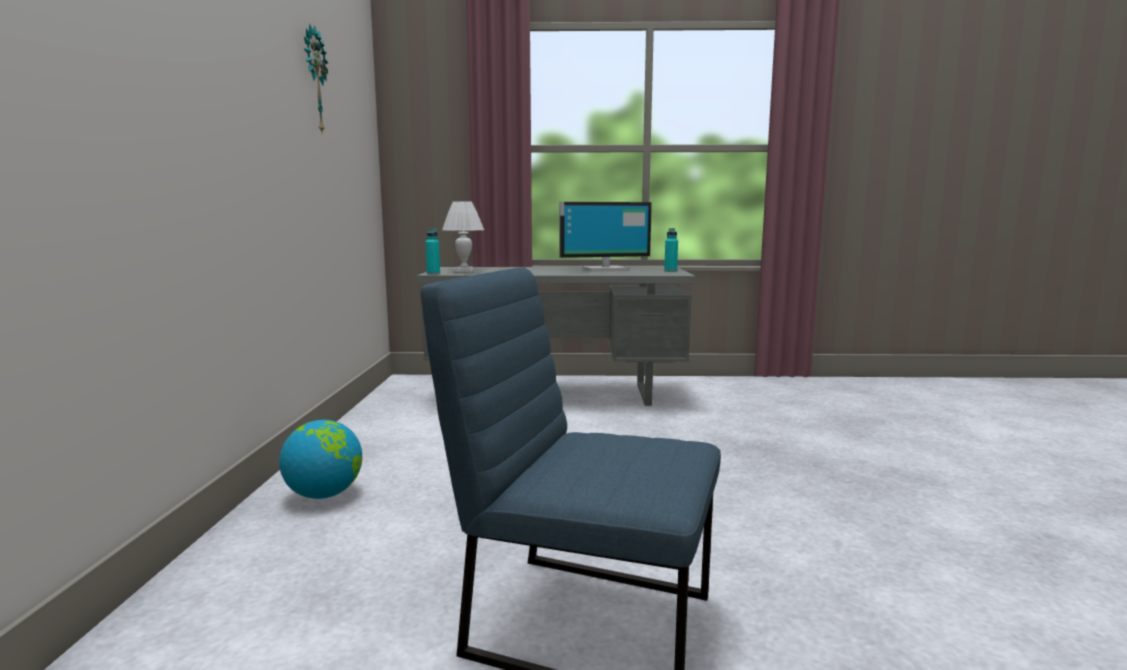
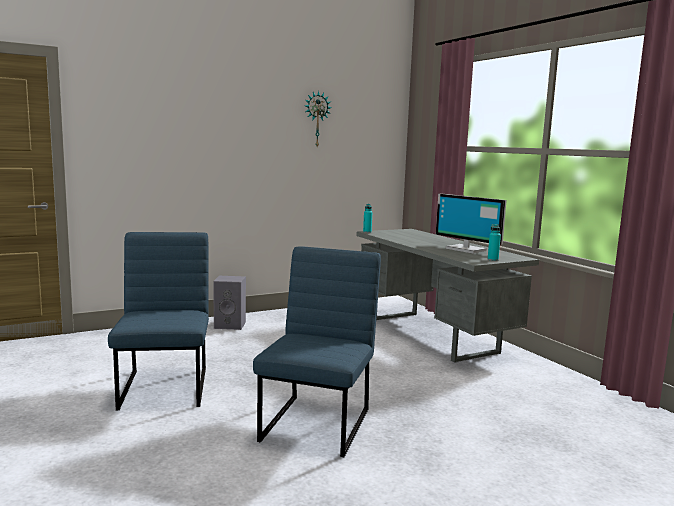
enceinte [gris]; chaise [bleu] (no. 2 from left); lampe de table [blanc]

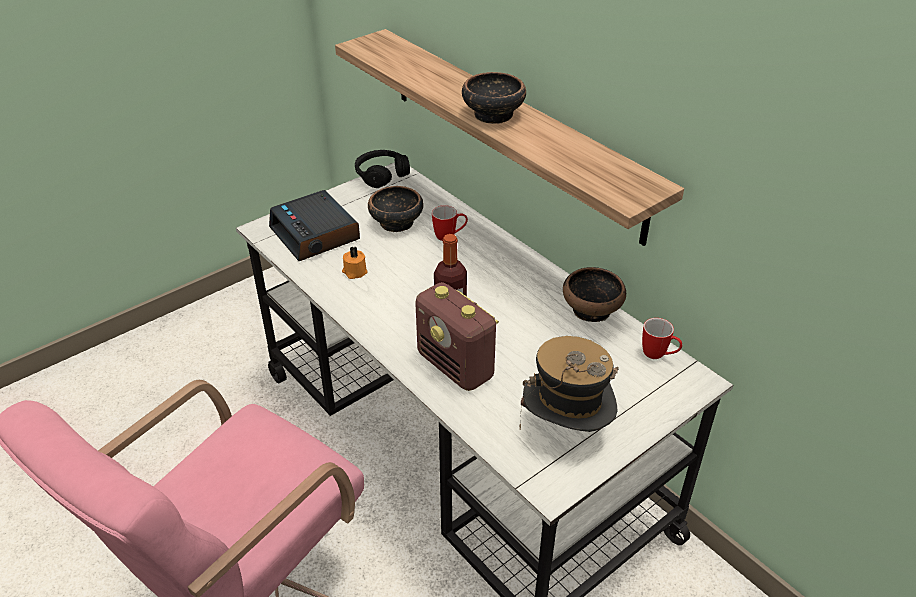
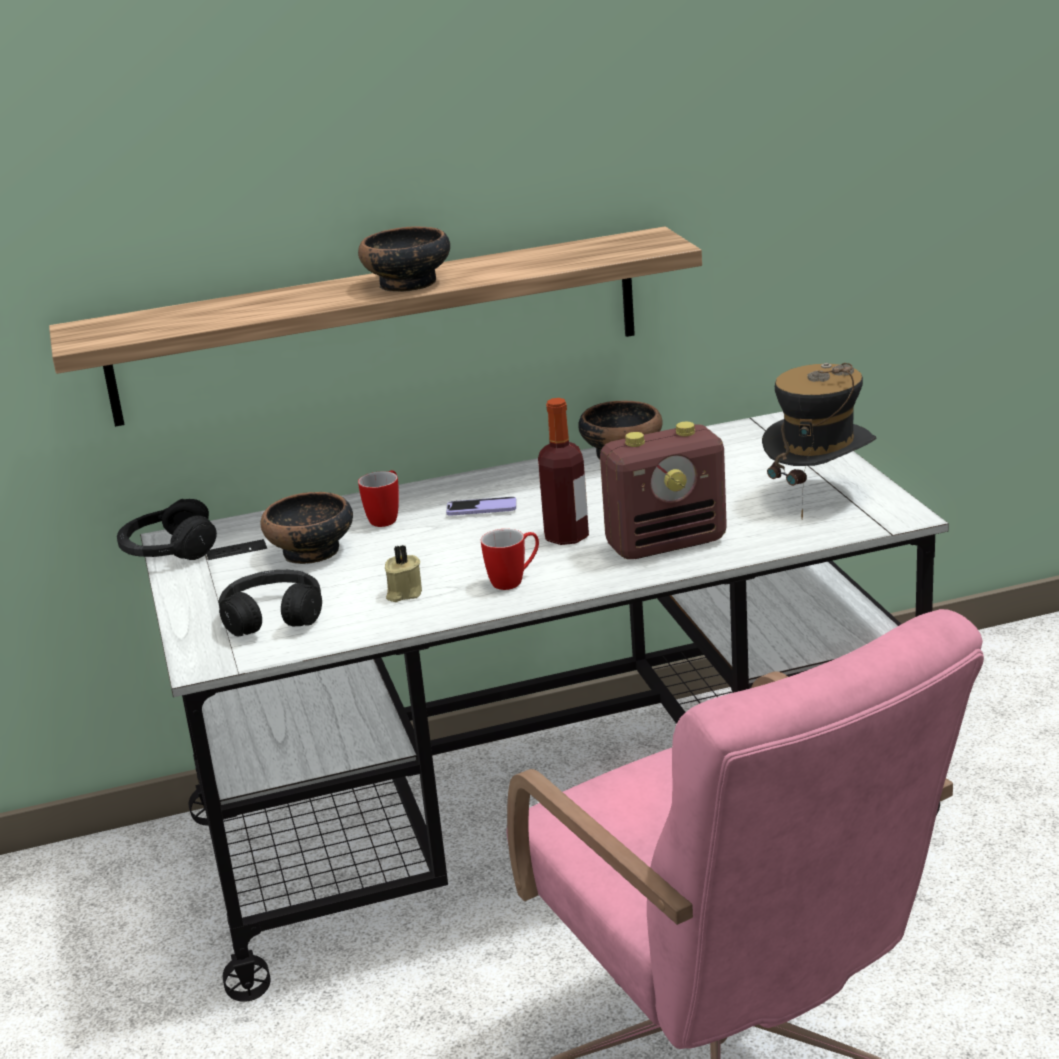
casque audio [noir] (no. 2 from left); bougie [beige]; téléphone; mug (no. 2 from left)

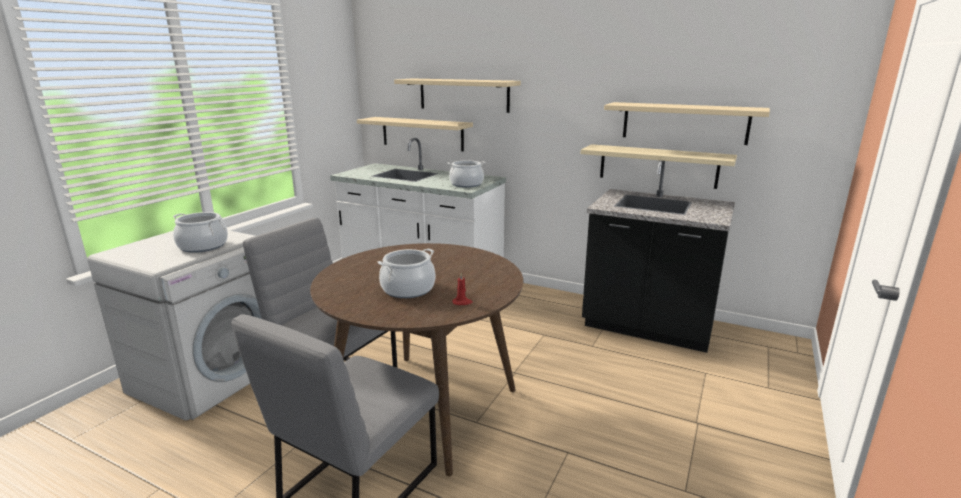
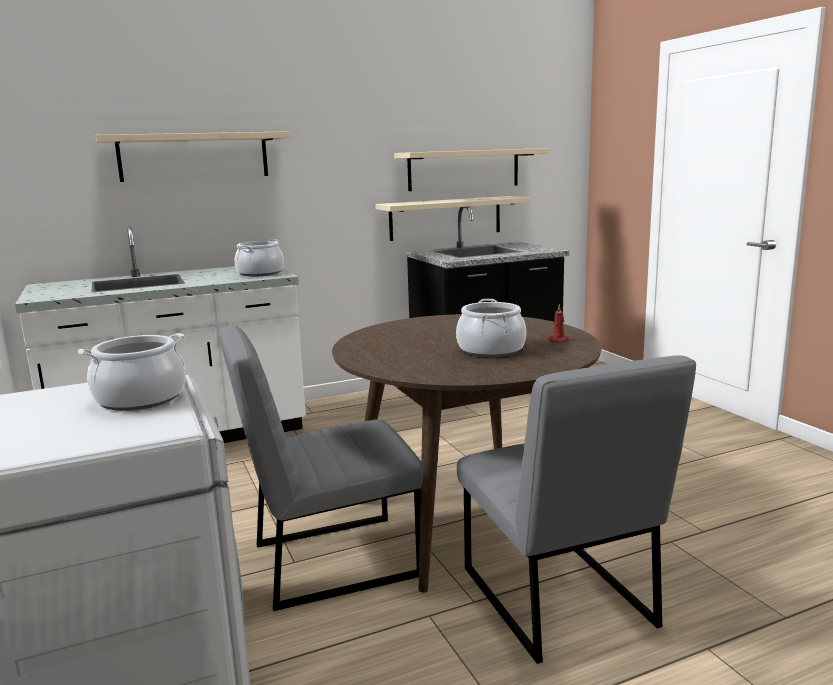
étagère [beige] (no. 1 from left in the first image)

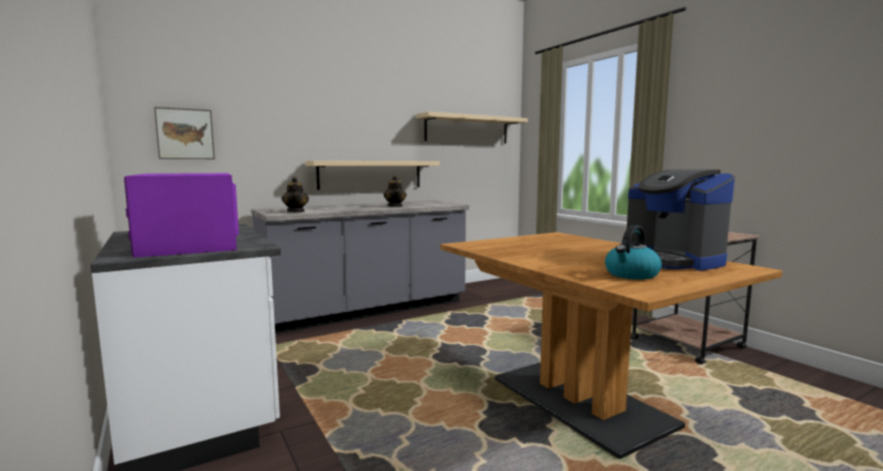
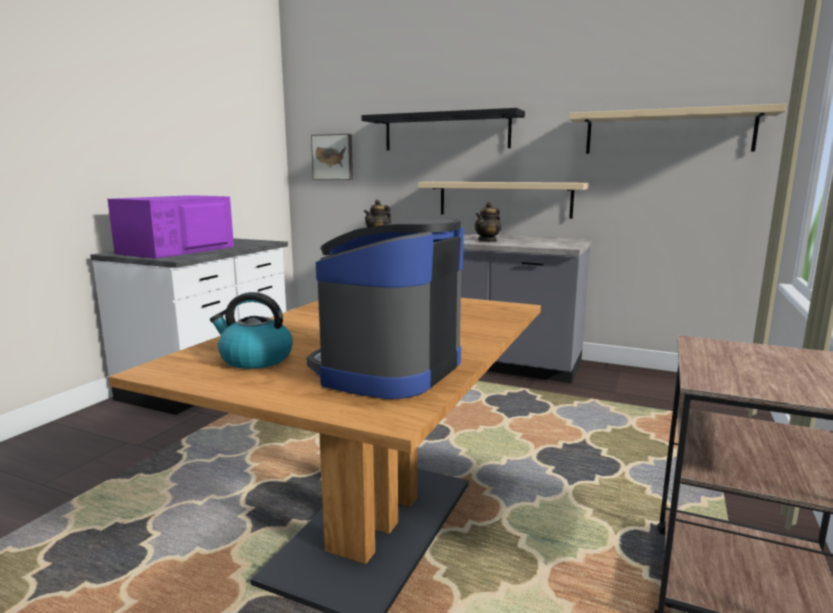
étagère [noir]

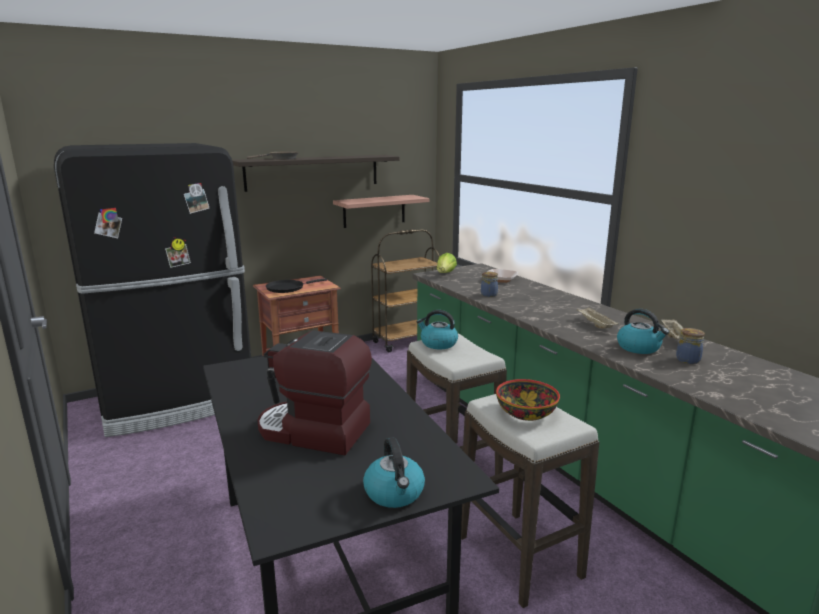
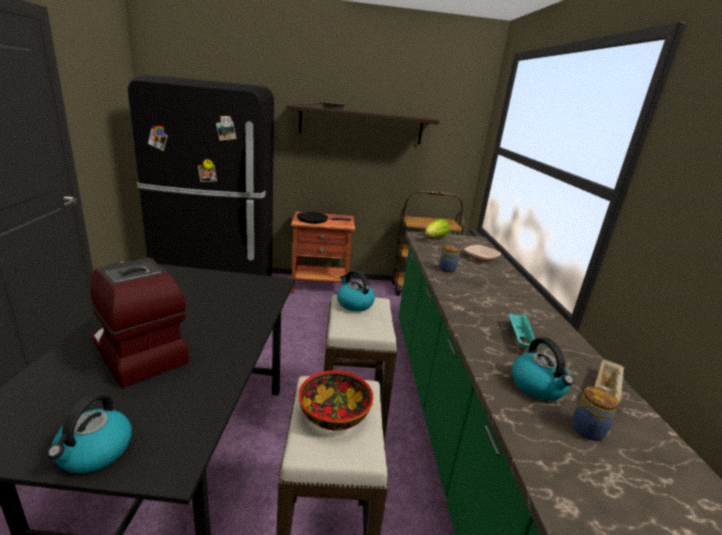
plateau [turquoise]; étagère (no. 2 from left in the first image)

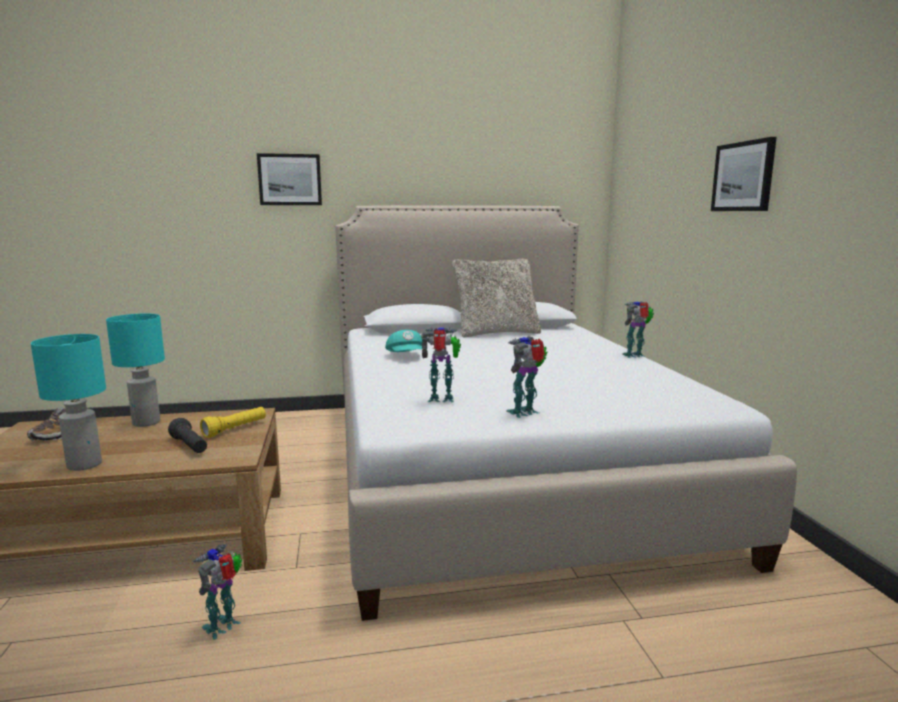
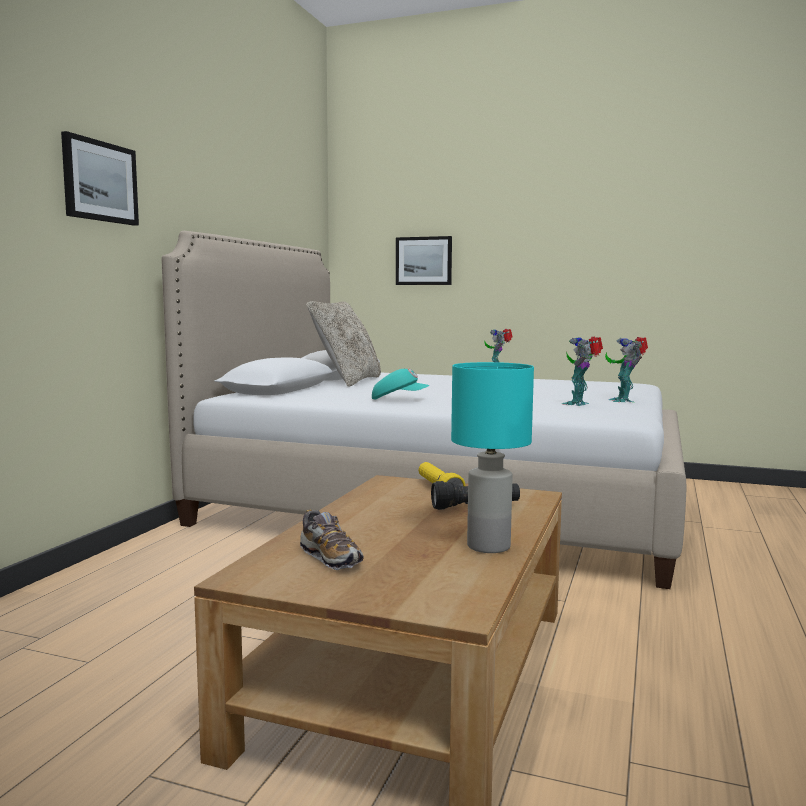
tableau (no. 2 from left); lampe de table [turquoise] (no. 2 from left in the first image); robot jouet (no. 1 from left in the first image)

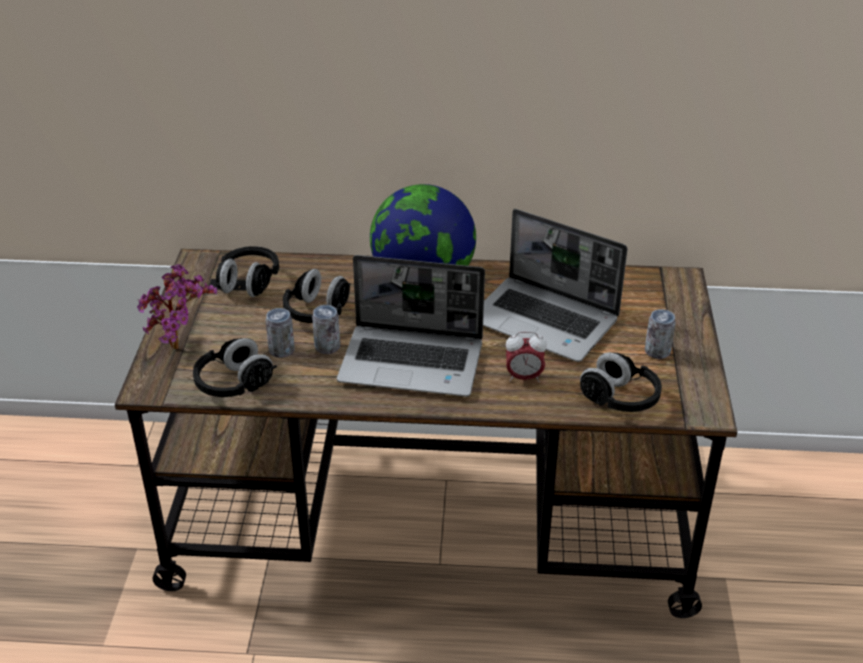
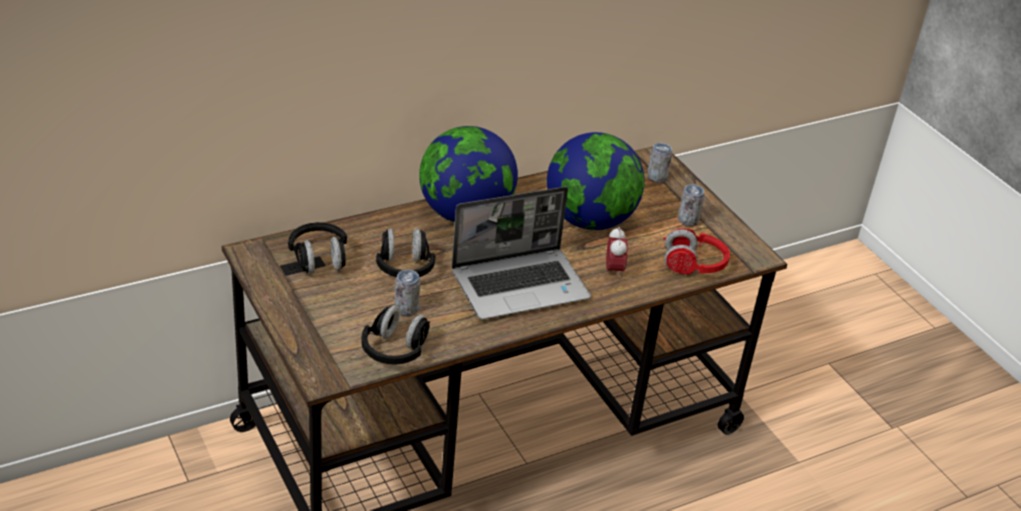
globe (no. 2 from left); réveil; boîte métallique (no. 2 from left); casque audio [rouge]; plante en pot

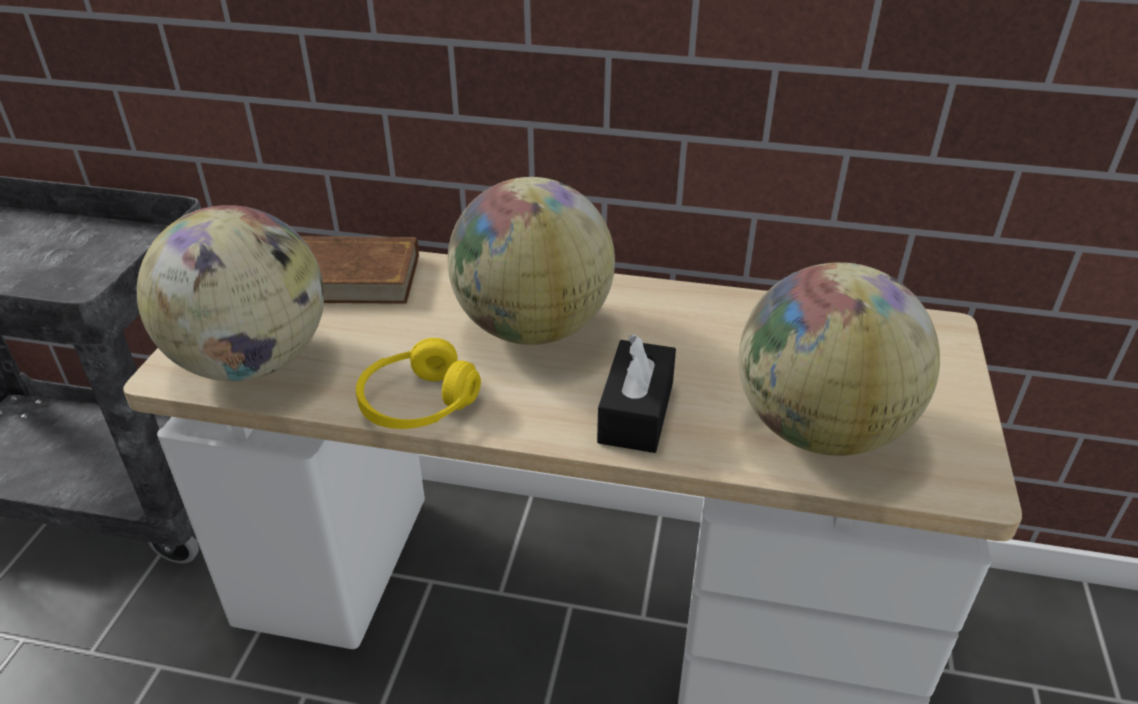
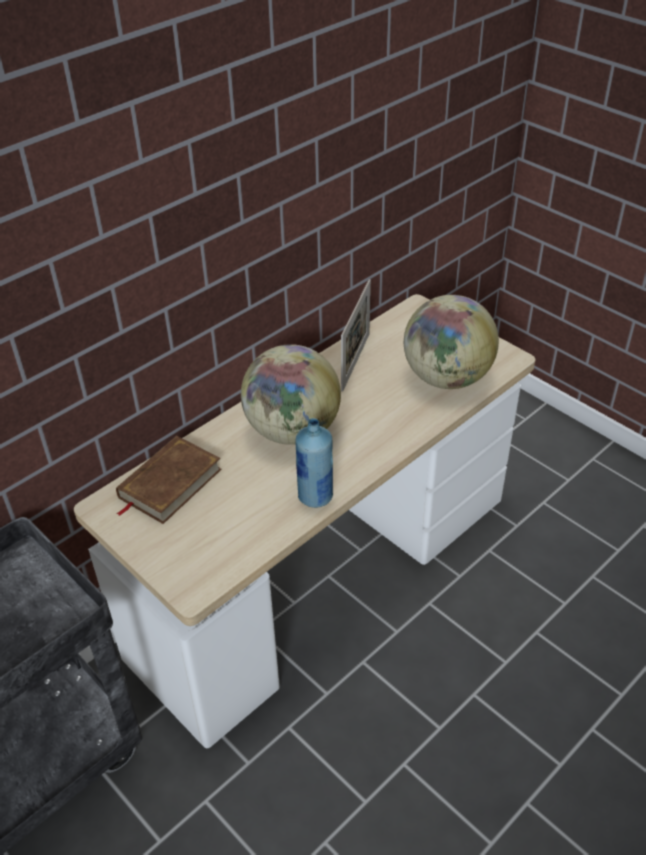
bouteille [bleu]; cadre photo; globe (no. 1 from left in the first image); boîte à mouchoirs [noir]

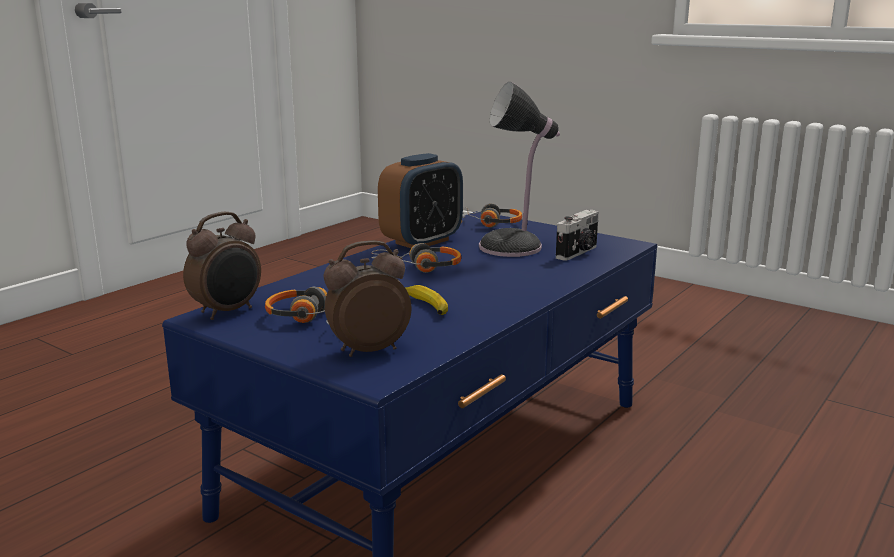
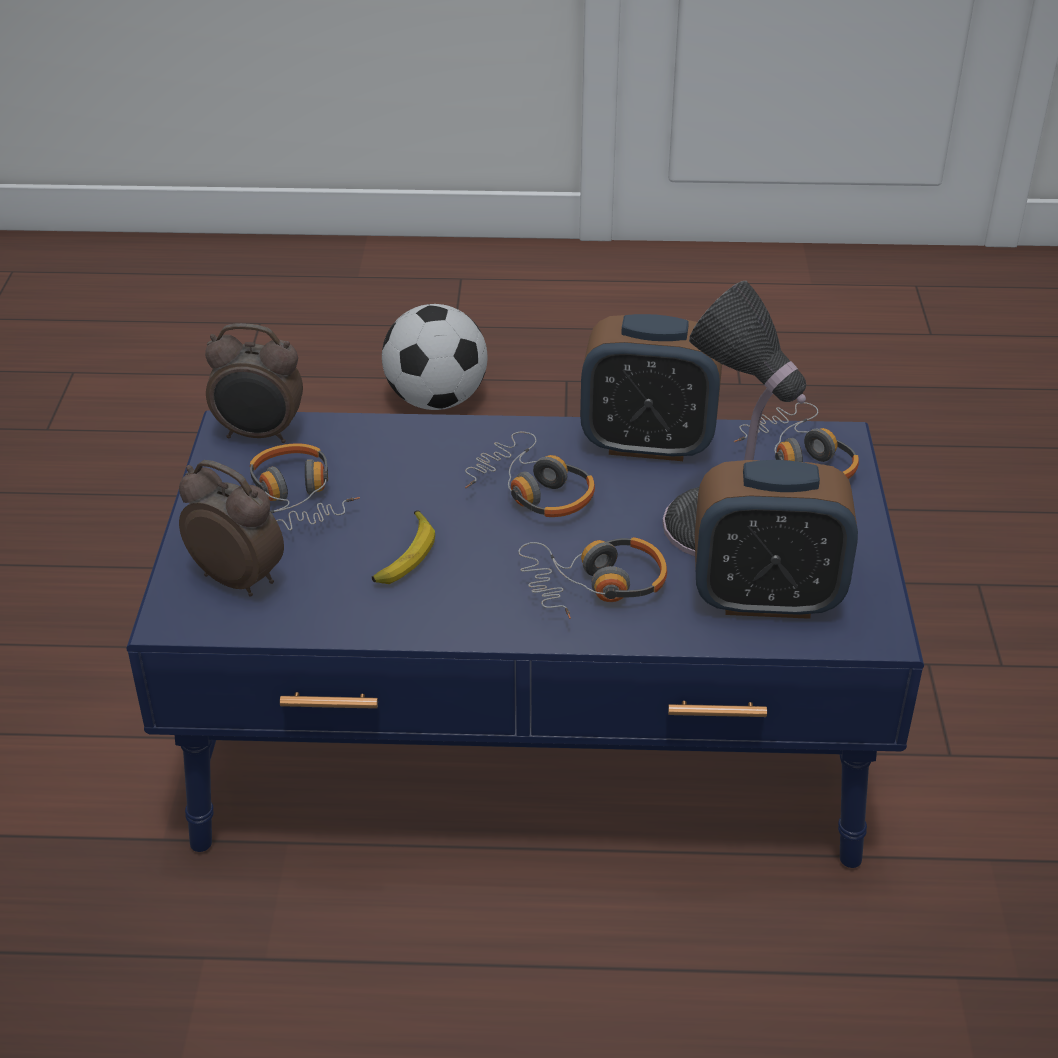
ballon de foot; casque audio (no. 3 from left); réveil (no. 4 from left)

